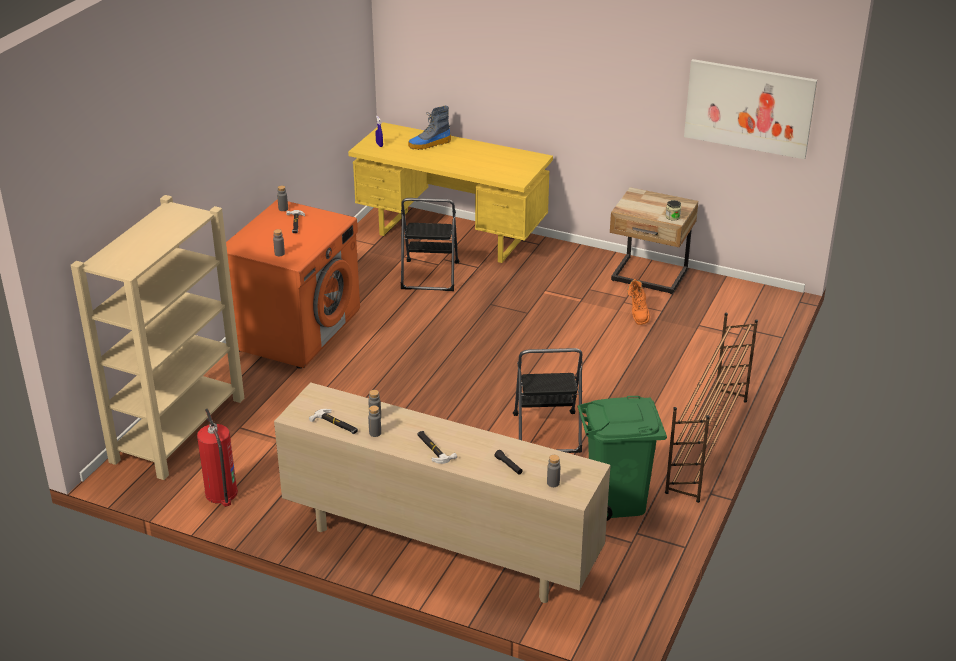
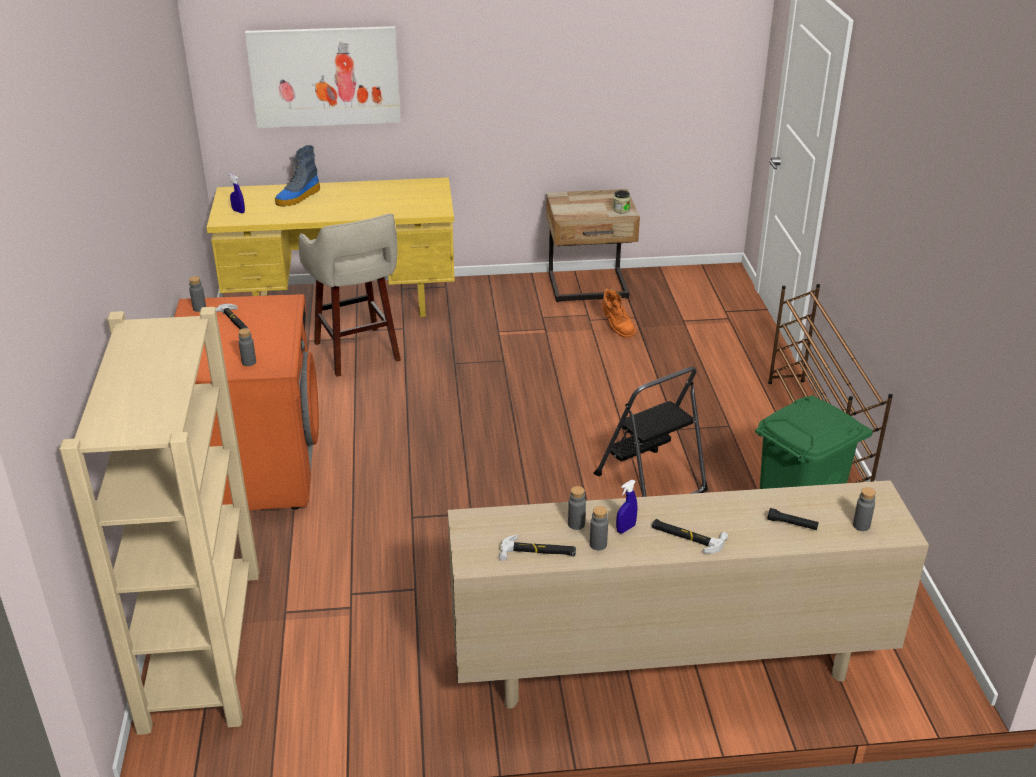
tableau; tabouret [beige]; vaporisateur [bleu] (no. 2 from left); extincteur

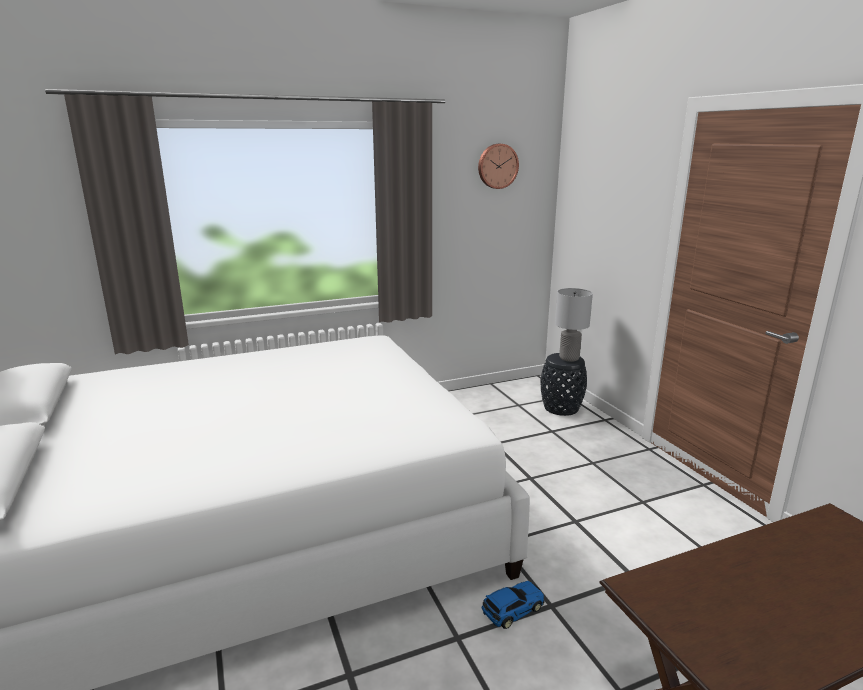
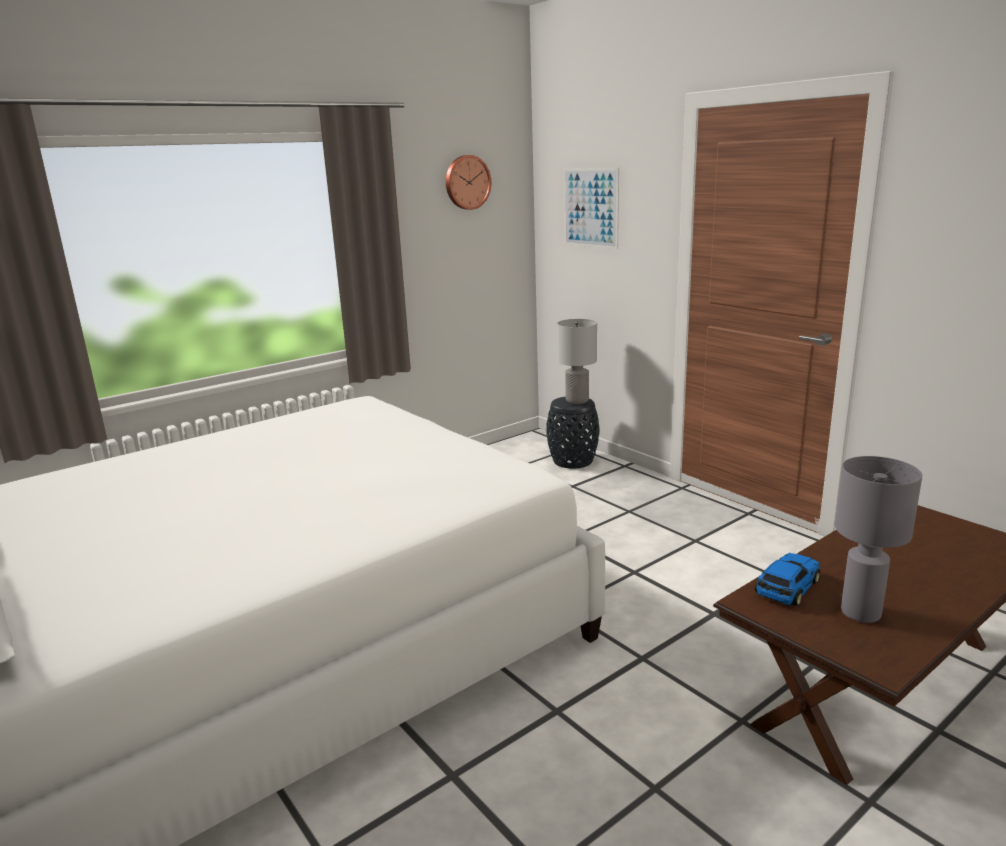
tableau; petite voiture; lampe de table [gris] (no. 2 from left)

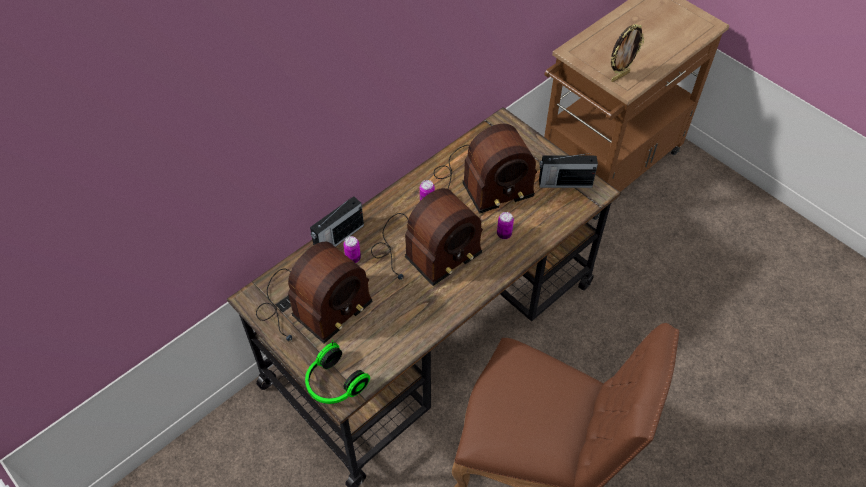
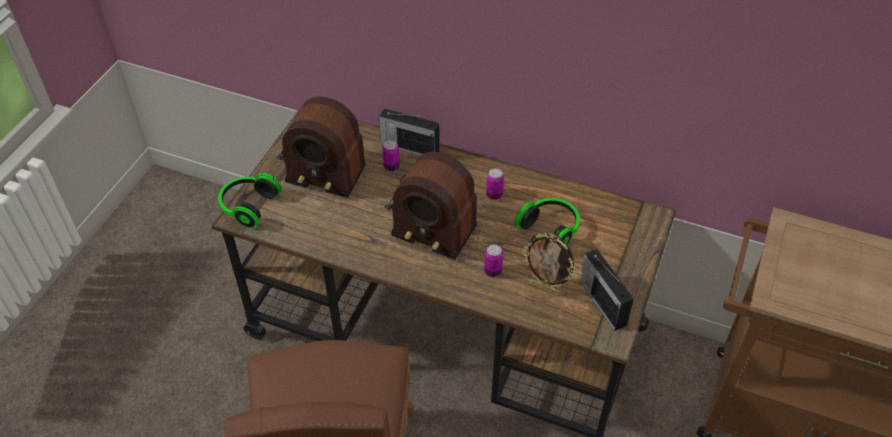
casque audio (no. 2 from left); cadre photo

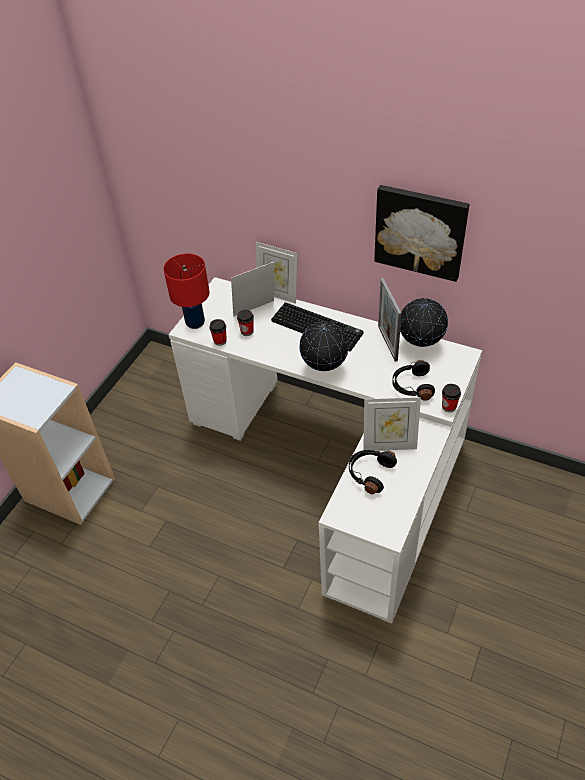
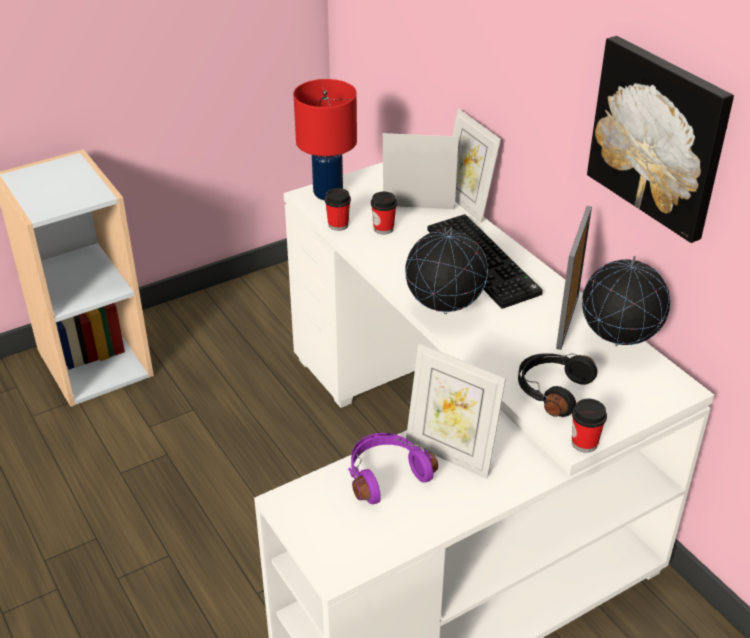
casque audio [violet]

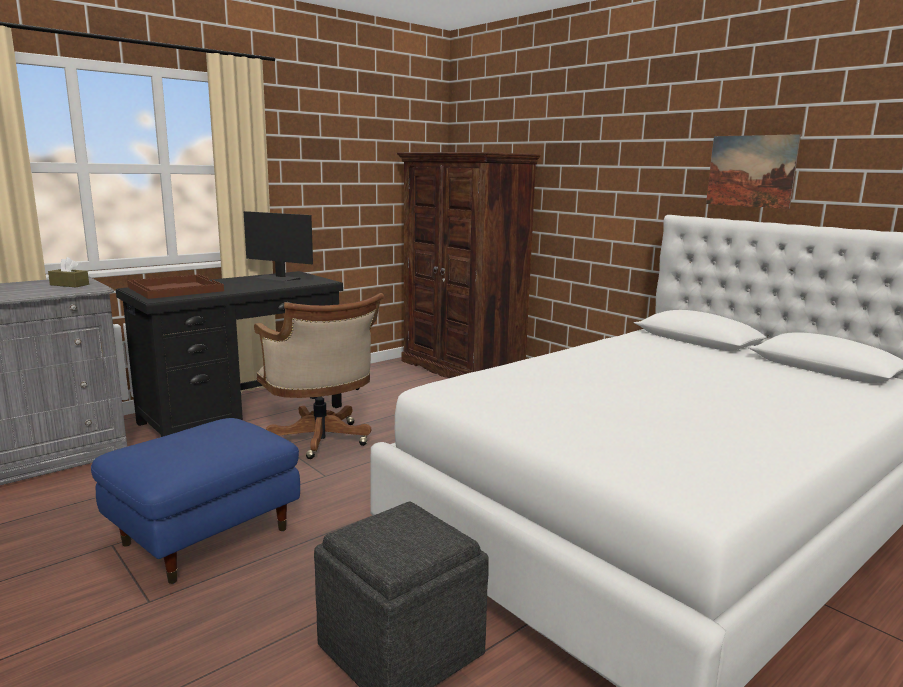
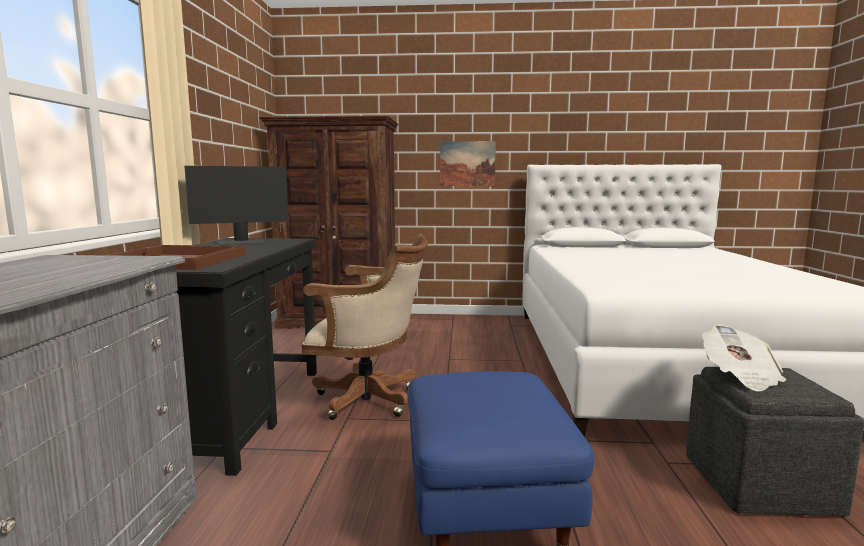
tableau; journal; boîte à mouchoirs [marron]

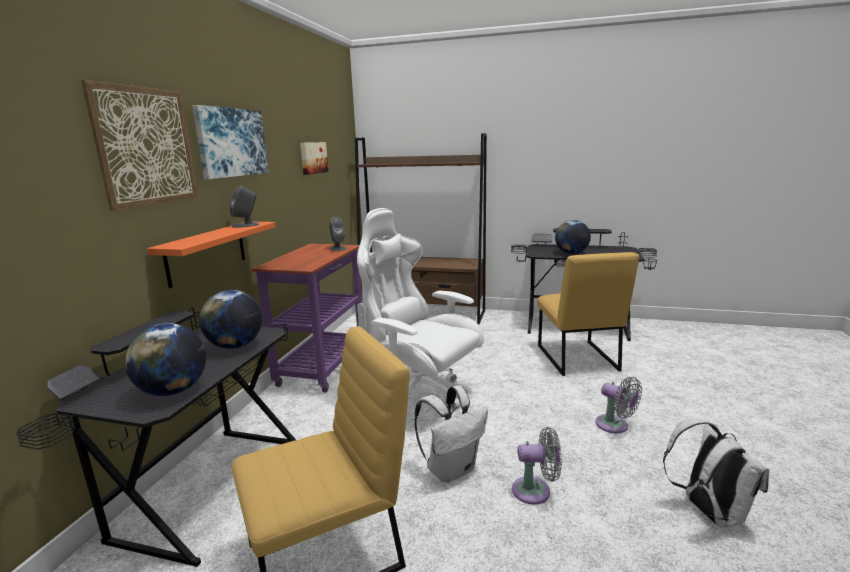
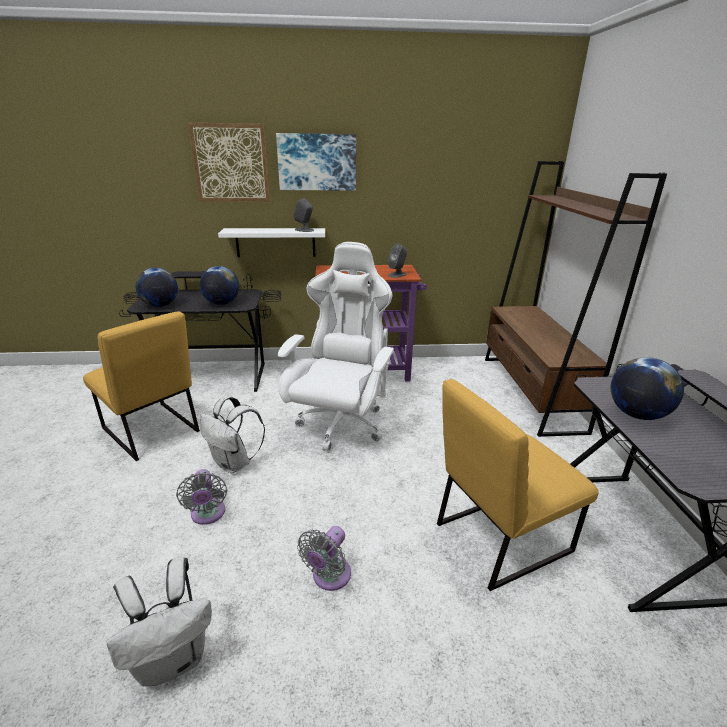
étagère [blanc]; tableau (no. 3 from left in the first image)

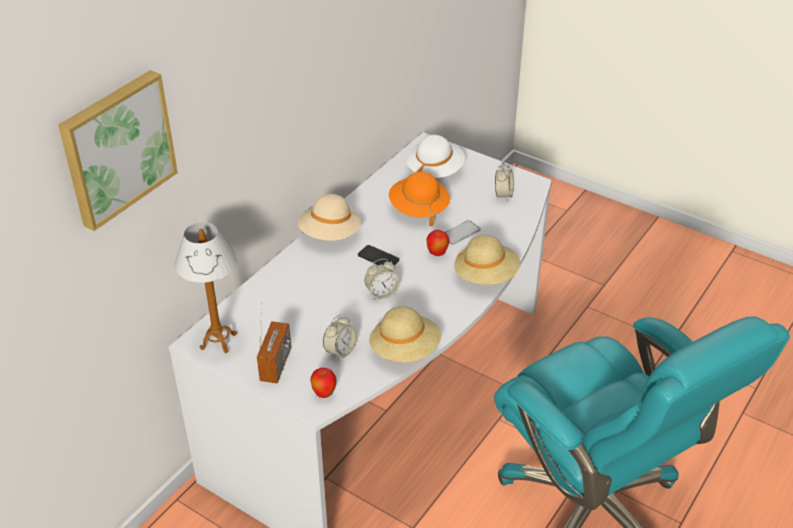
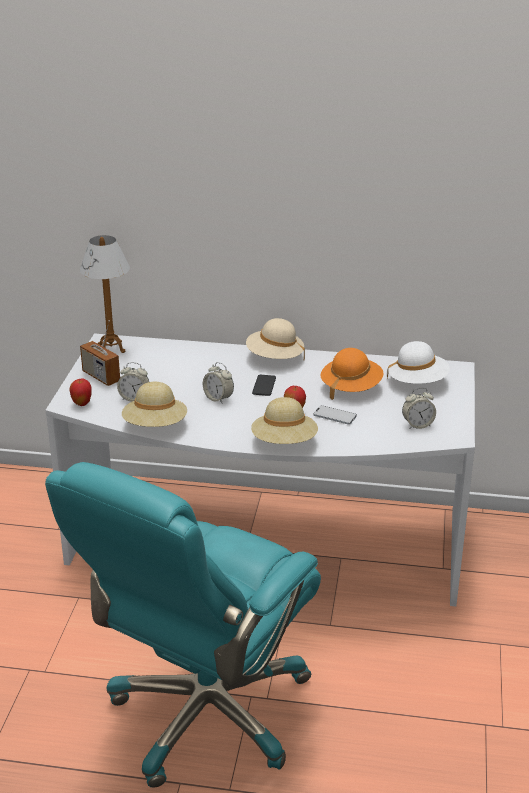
radio; tableau

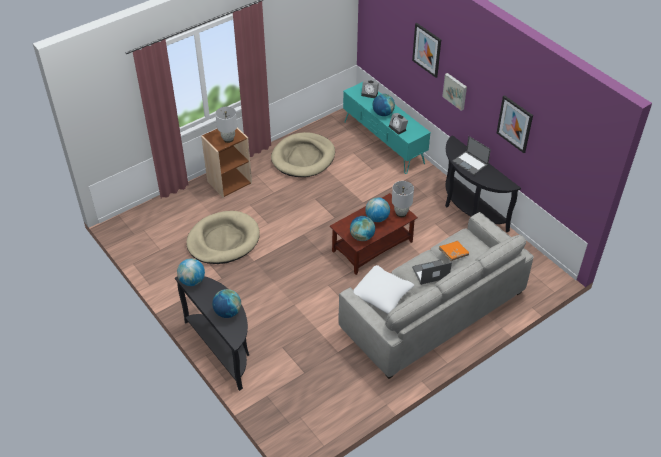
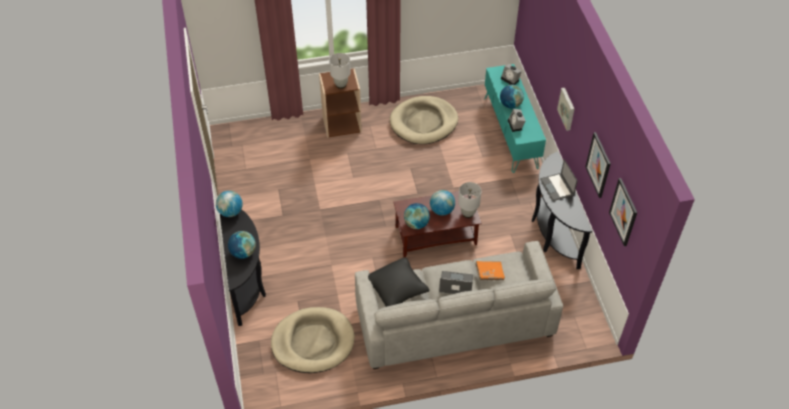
panier pour chien [beige] (no. 1 from left); coussin [noir]; tableau (no. 3 from left)

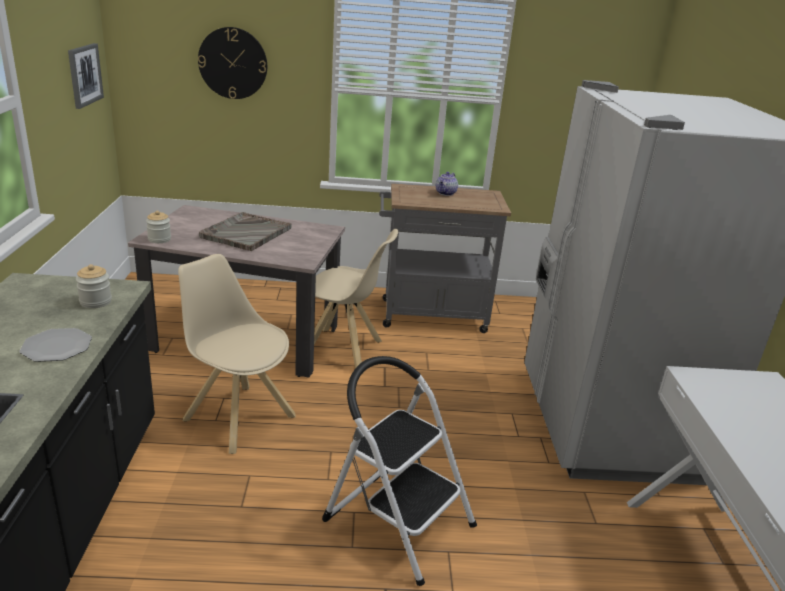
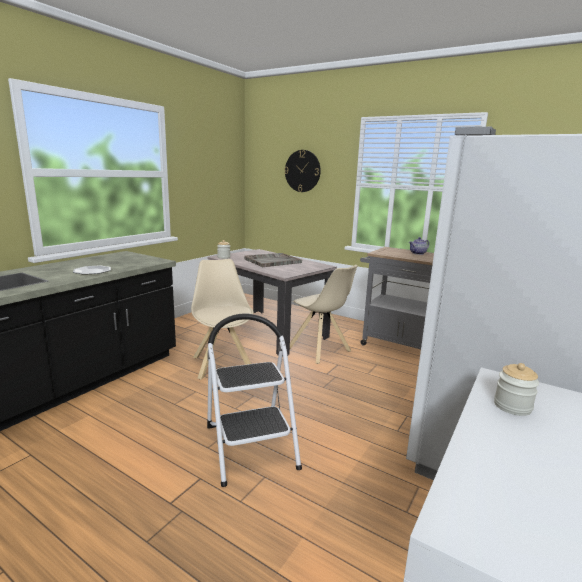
bocal (no. 2 from left); tableau

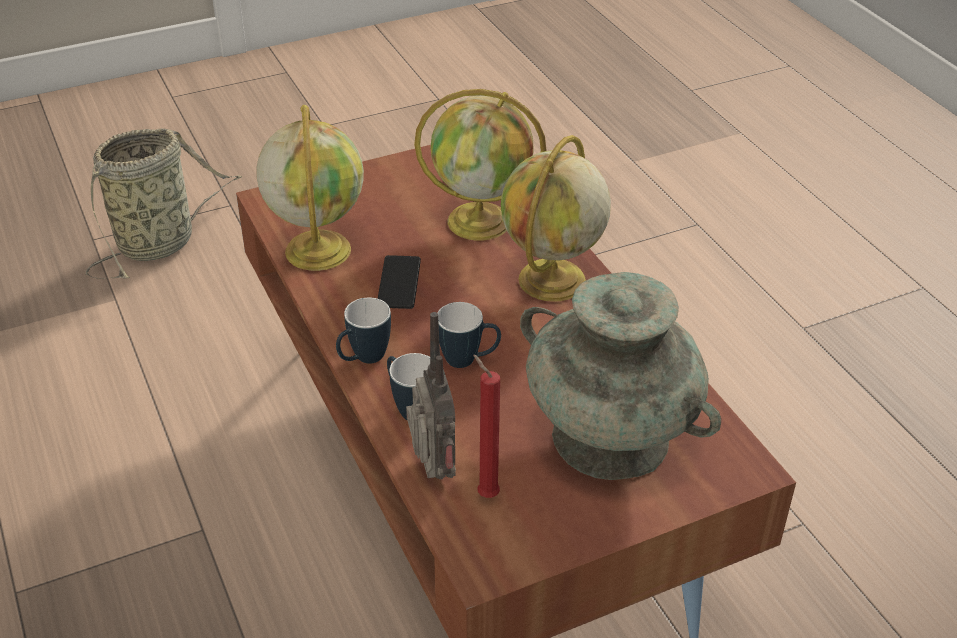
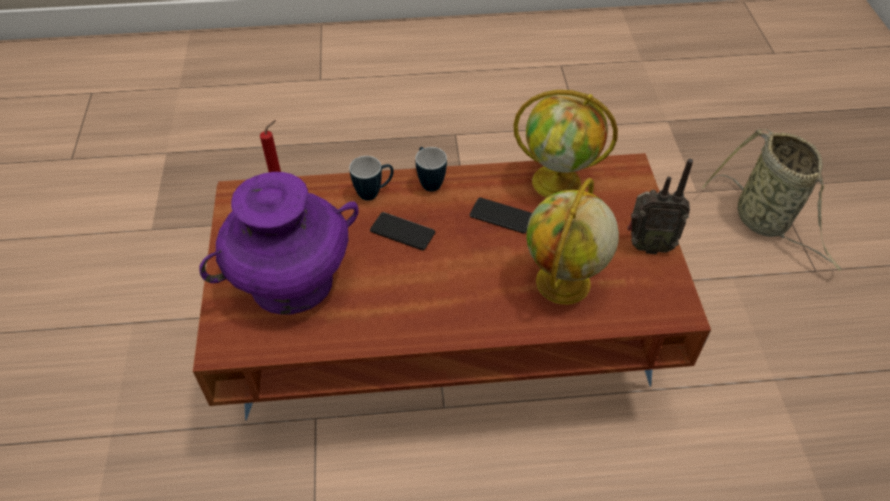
vase [violet]; téléphone (no. 1 from left); radio; globe (no. 3 from left in the first image)

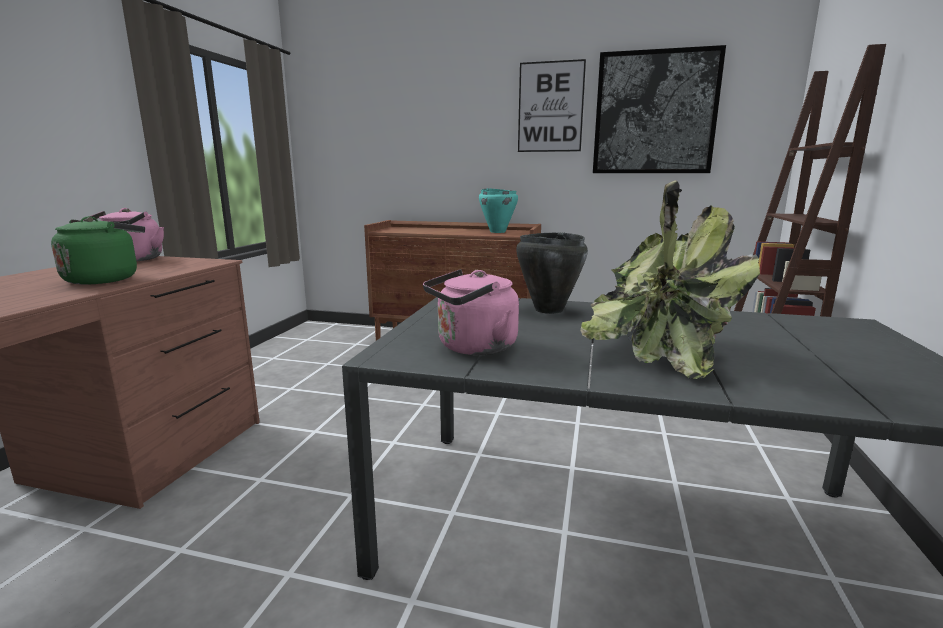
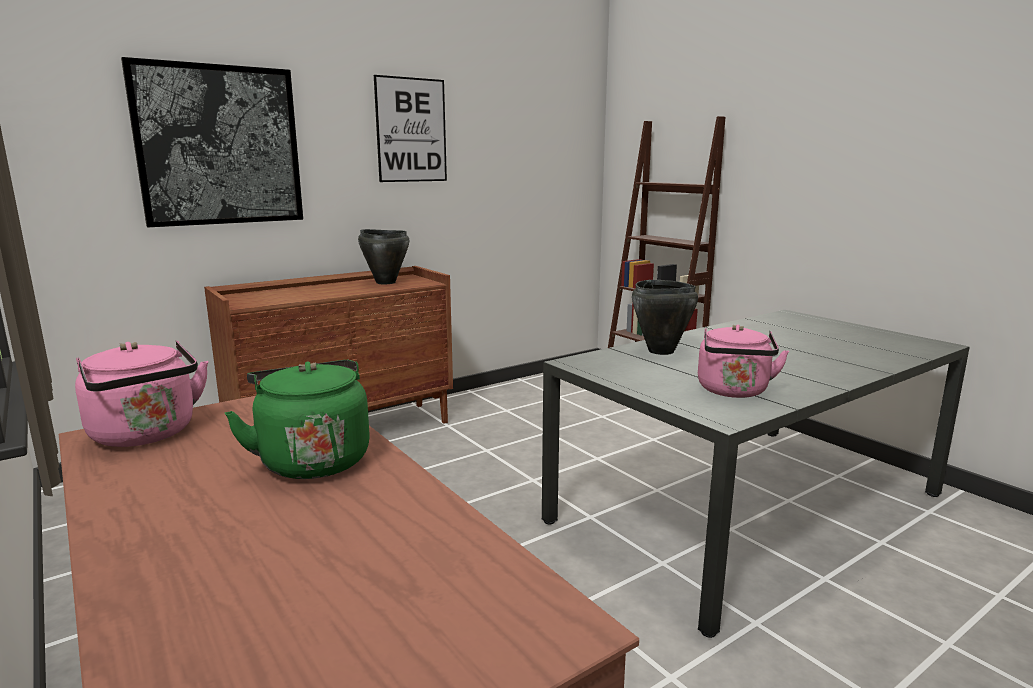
tableau (no. 1 from left); marmite [noir] (no. 1 from left); plante en pot

